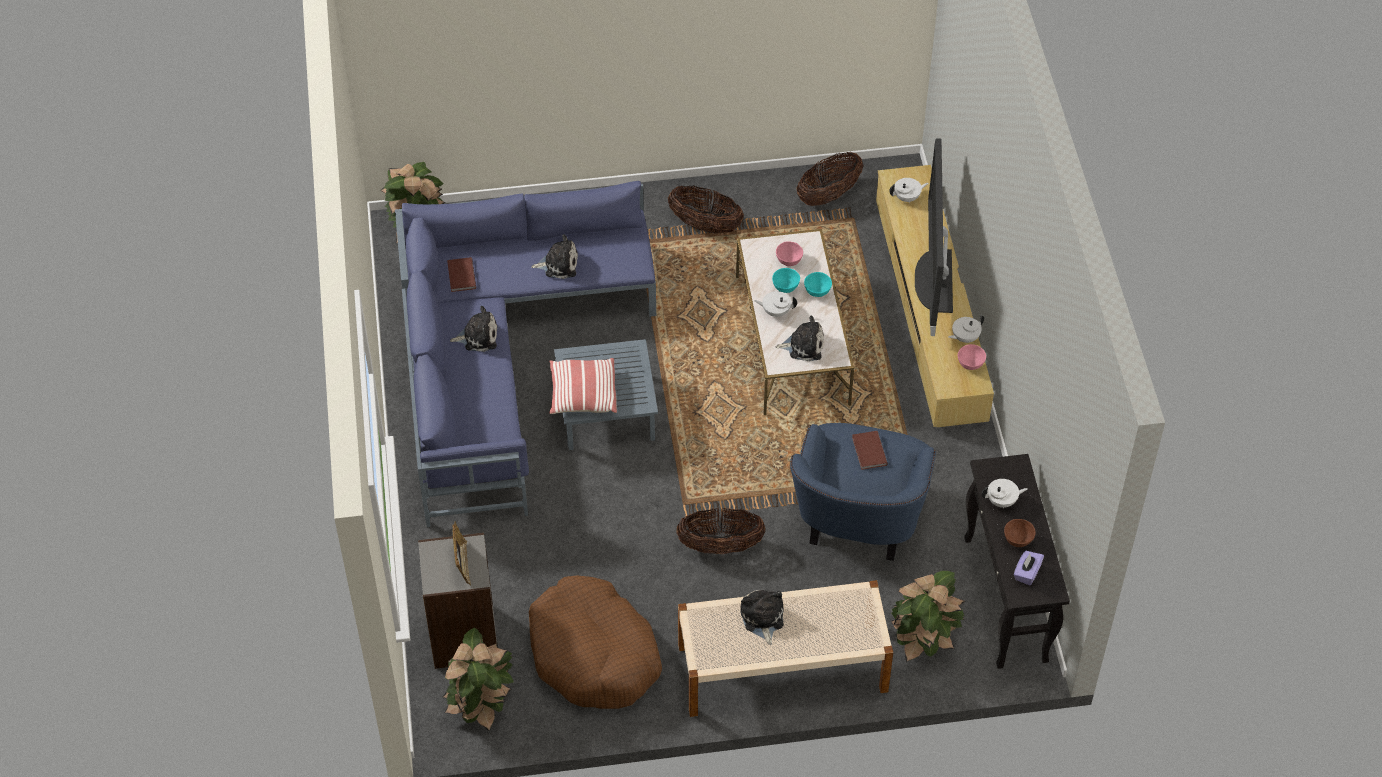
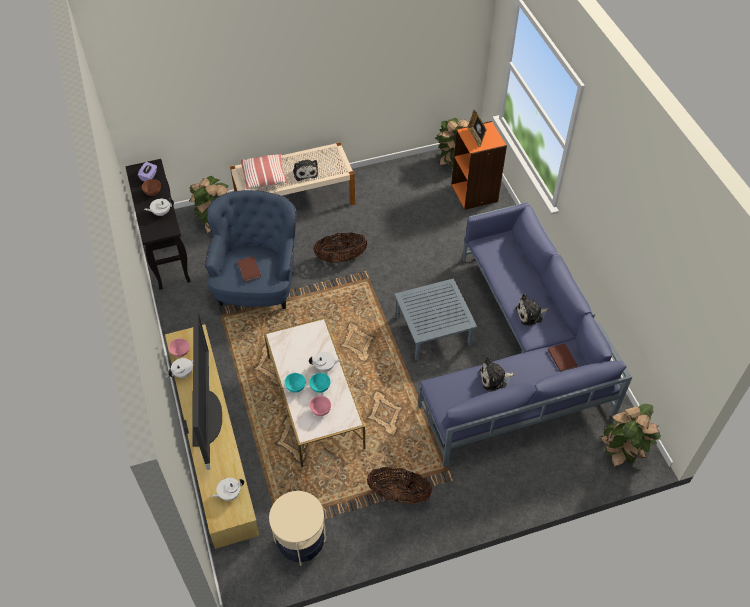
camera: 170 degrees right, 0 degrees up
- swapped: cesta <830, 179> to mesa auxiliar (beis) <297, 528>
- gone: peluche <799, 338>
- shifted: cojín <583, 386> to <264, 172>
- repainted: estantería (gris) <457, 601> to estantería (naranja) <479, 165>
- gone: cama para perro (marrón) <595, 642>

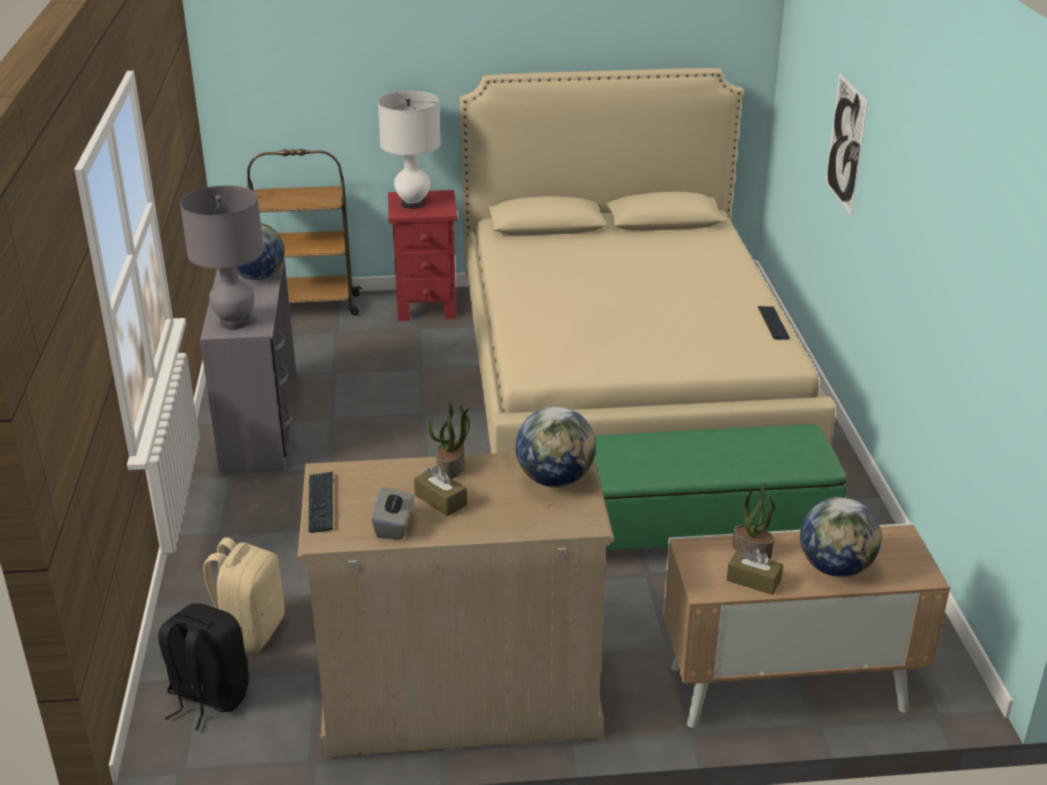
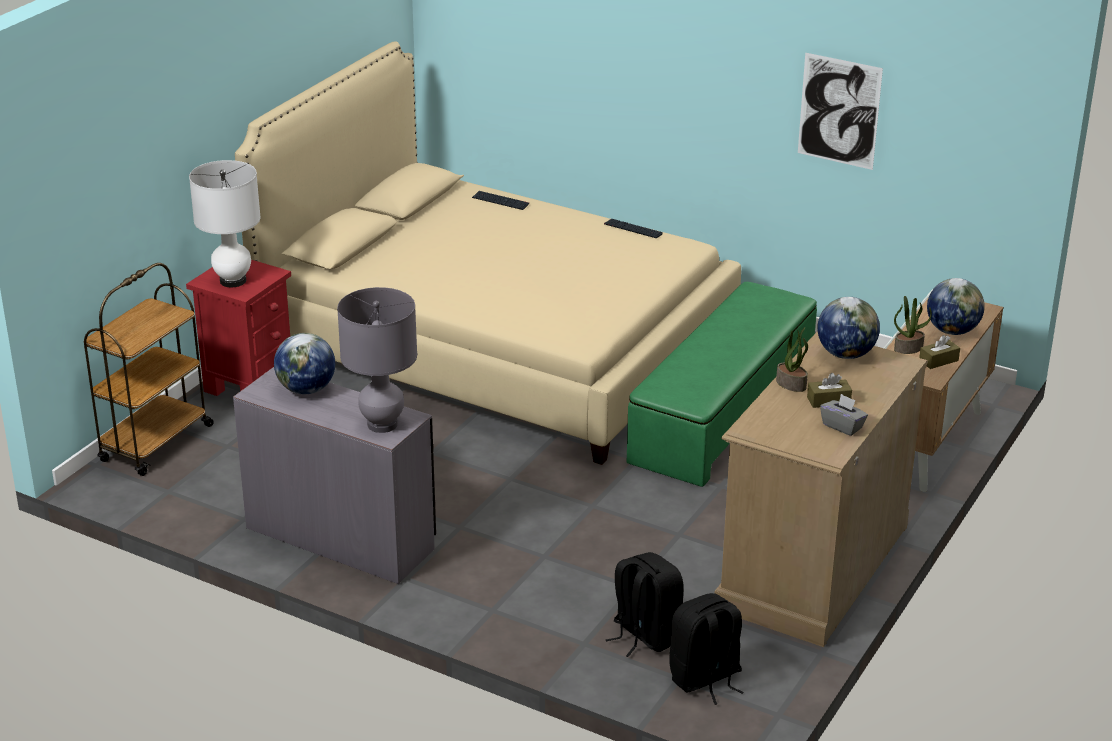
camera: 55 degrees left, 0 degrees up
- shifted: cuadro <846, 144> to <840, 111>
- shifted: teclado <321, 502> to <500, 200>
- repainted: mochila (beis) <244, 595> to mochila (negro) <644, 604>

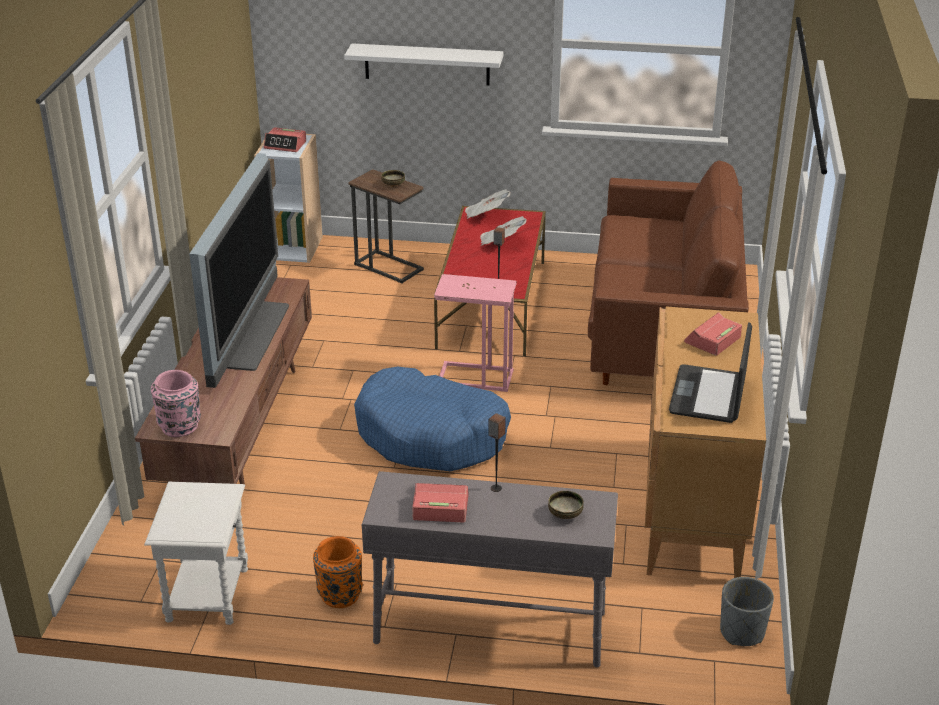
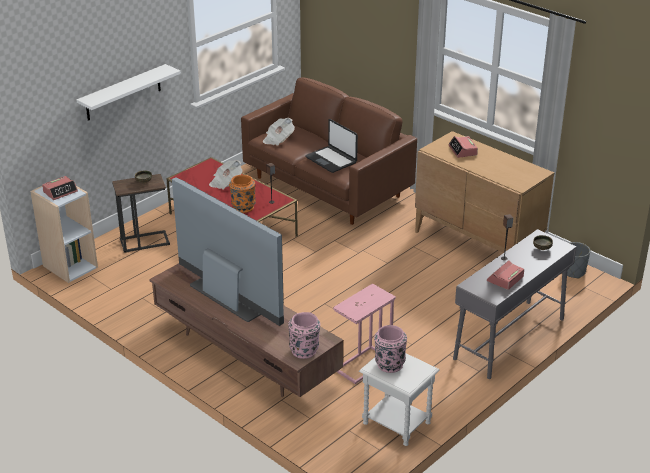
camera: 55 degrees left, 0 degrees up
- shifted: periódico <488, 204> to <279, 132>
- shifted: mesa auxiliar (rosa) <475, 333> to <364, 334>
- shifted: portátil <710, 372> to <331, 146>
- gone: cama para perro (azul) <432, 418>
- shifted: florero (naranja) <338, 572> to <242, 194>
- new: florero (rosa) <390, 349>

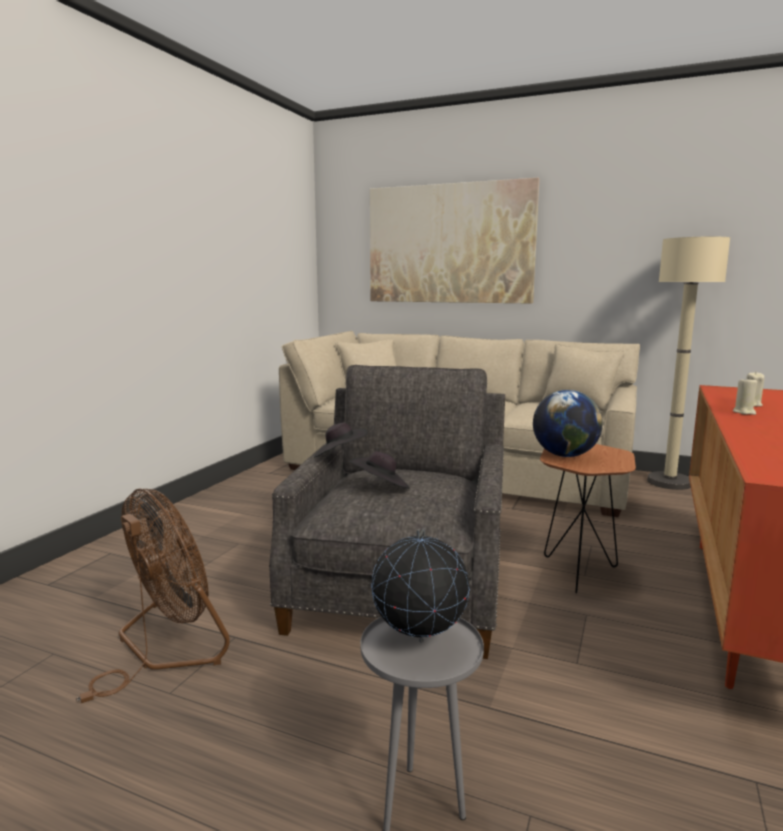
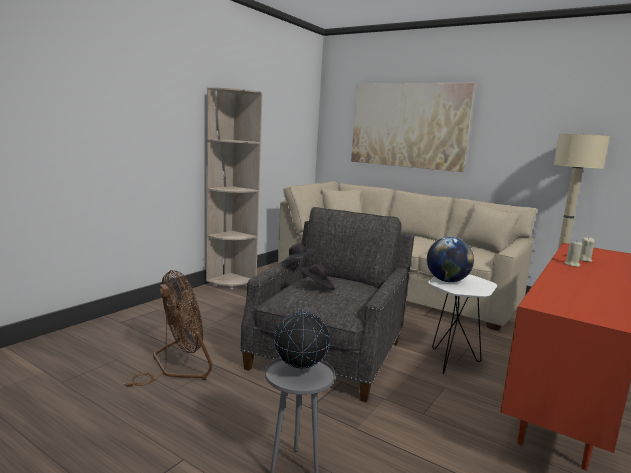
camera: 10 degrees right, 0 degrees up
- repainted: mesa auxiliar (marrón) <588, 519> to mesa auxiliar (blanco) <462, 324>
- new: estantería (beis) <234, 188>

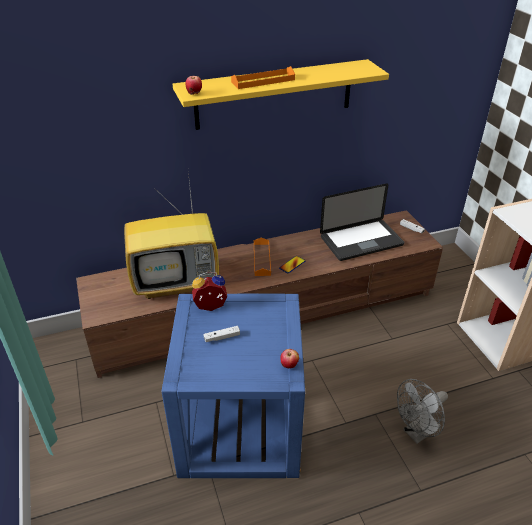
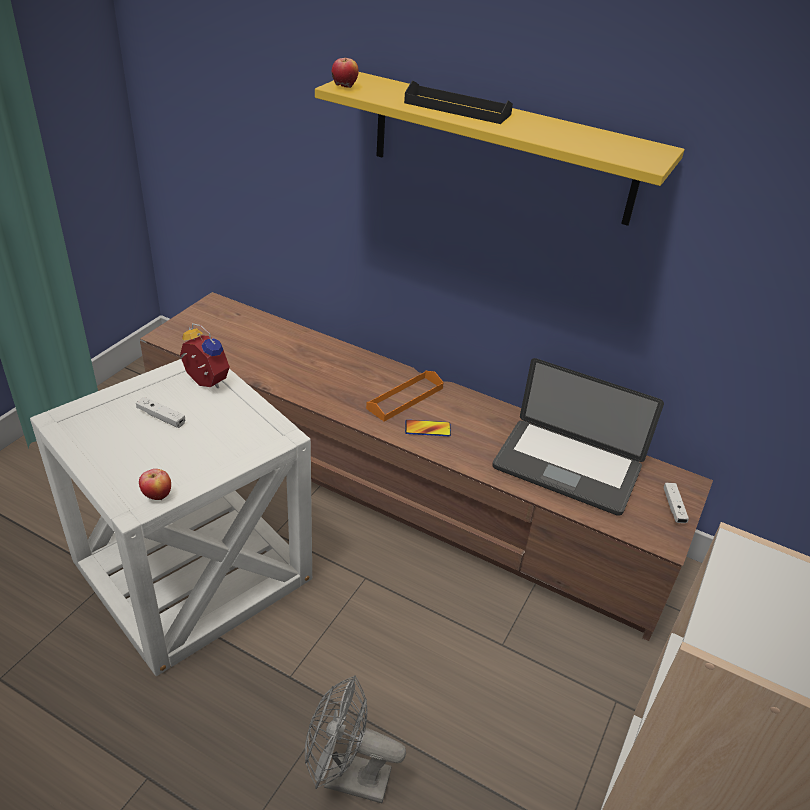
camera: 45 degrees right, 0 degrees up
- repainted: bandeja (naranja) <263, 77> to bandeja (negro) <458, 102>
- gone: televisor <171, 235>
- repainted: mesa auxiliar (azul) <233, 386> to mesa auxiliar (blanco) <171, 517>

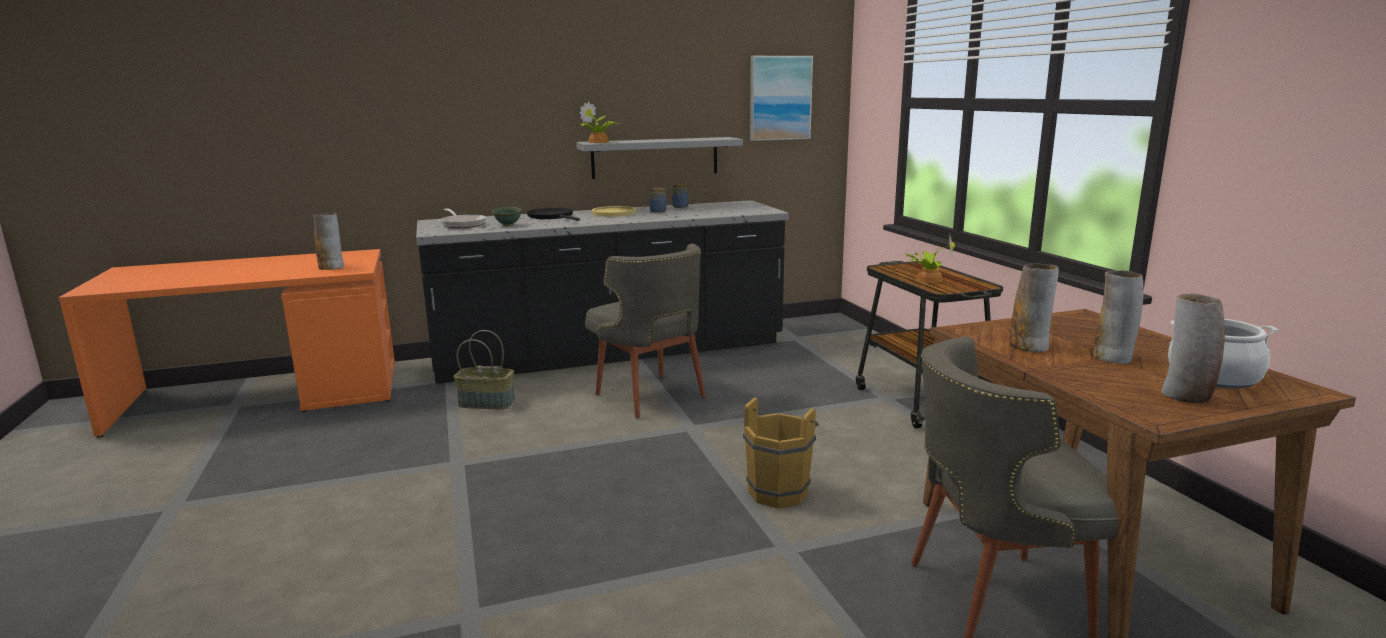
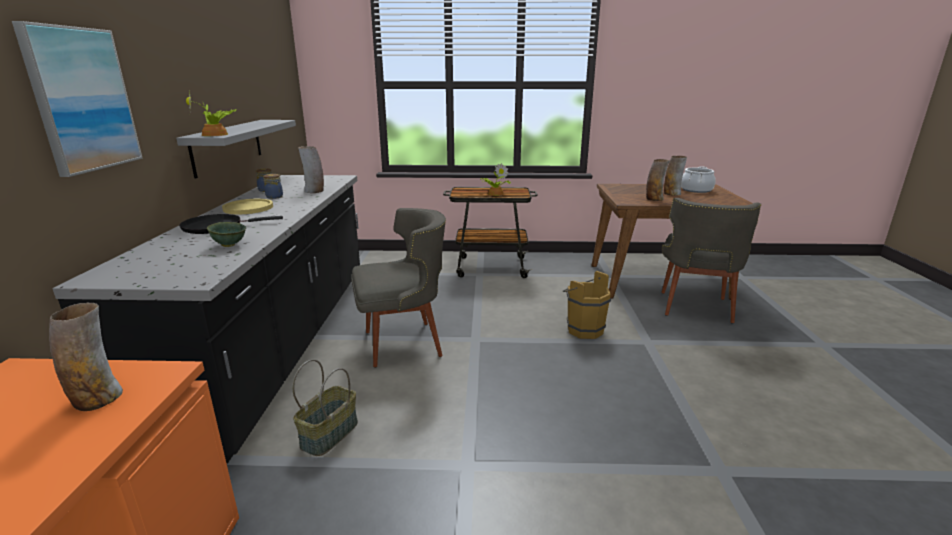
camera: 70 degrees left, 5 degrees up
- shifted: cuadro <781, 98> to <77, 99>
- gone: sartén <463, 218>
- shifted: florero <1193, 348> to <311, 169>

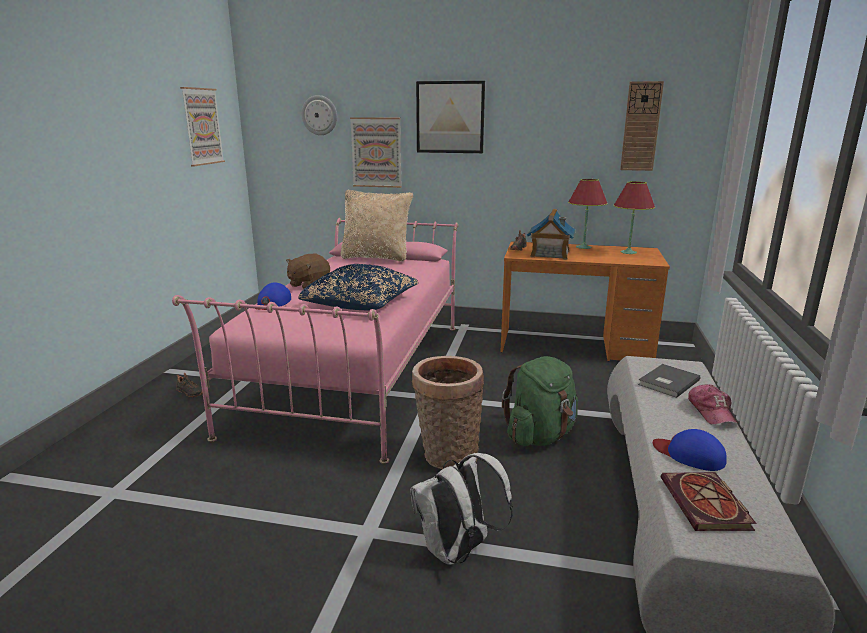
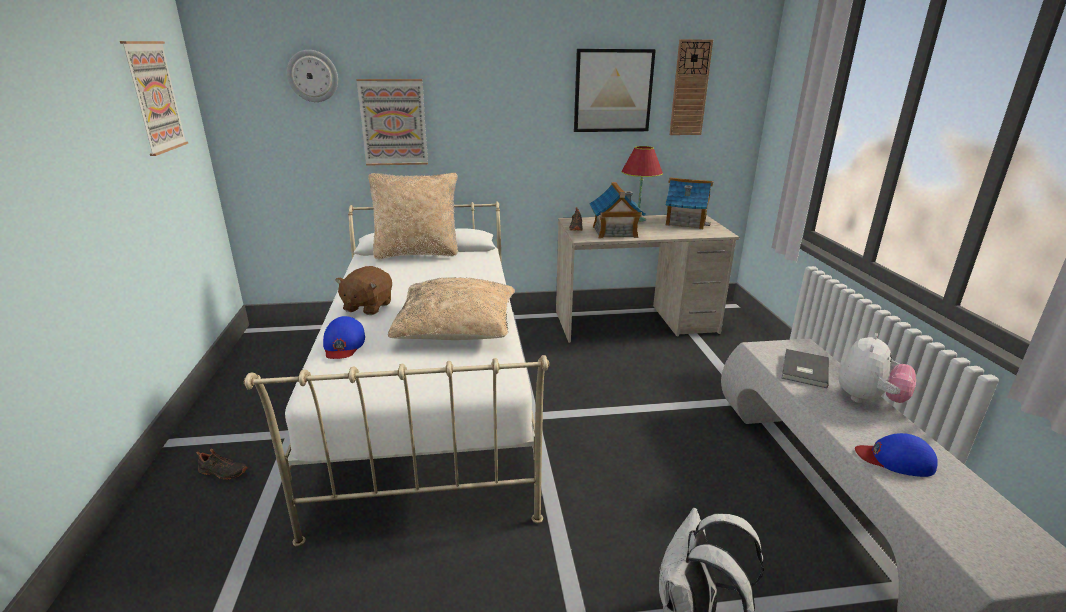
camera: 20 degrees left, 5 degrees up
- shifted: cuadro <450, 117> to <615, 90>
- swapped: lámpara de mesa (rojo) <634, 217> to casita <689, 203>
- repainted: cama (rosa) <315, 341> to cama (blanco) <396, 374>
- repainted: escritorio (naranja) <585, 301> to escritorio (beis) <647, 279>
- repainted: cojín (azul) <358, 287> to cojín (beis) <451, 308>
- gone: cesta <448, 412>
- gone: mochila (verde) <540, 401>
- swapped: gorra <713, 404> to peluche <877, 368>
- gone: libro <708, 501>

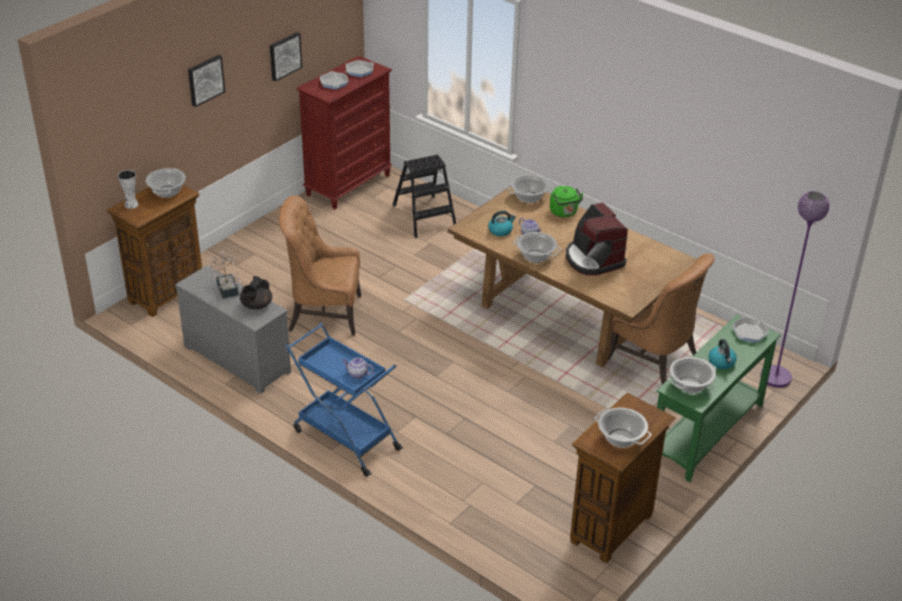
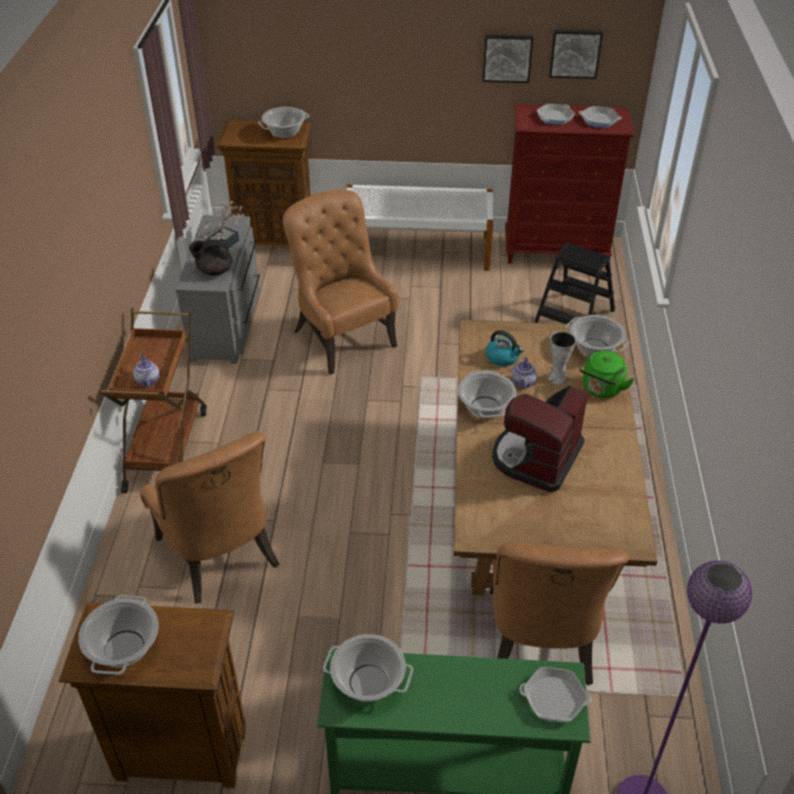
camera: 55 degrees right, 5 degrees up
- shifted: cuadro <206, 81> to <576, 54>
- shifted: florero <128, 189> to <562, 357>
- repainted: carrito (azul) <344, 399> to carrito (marrón) <152, 400>
- gone: hervidor <723, 354>
- new: banco (blanco) <419, 227>
- new: silla (marrón) <209, 518>

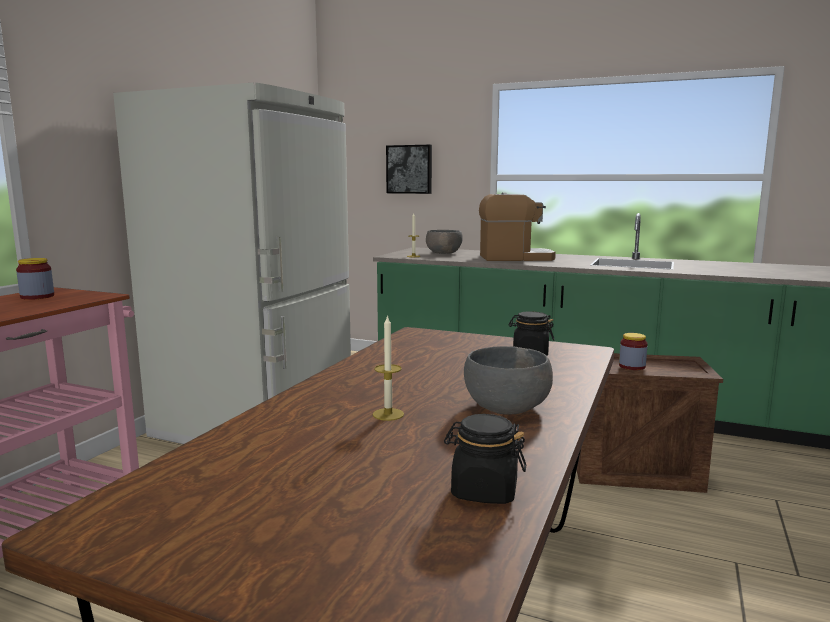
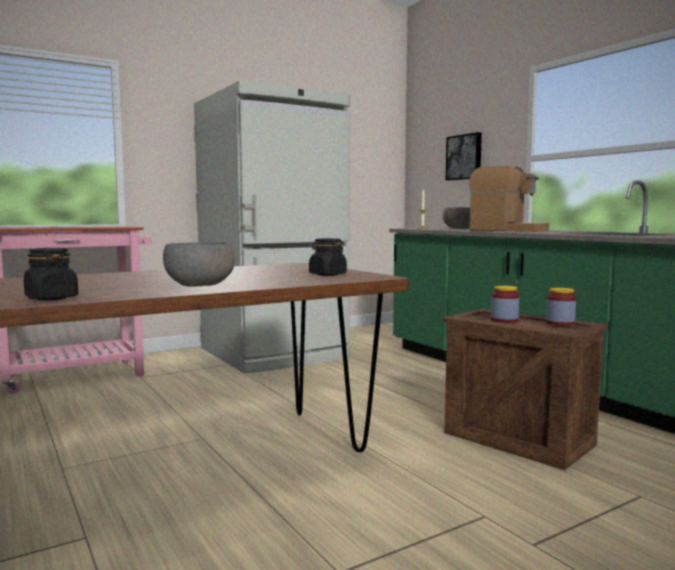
camera: 35 degrees right, 5 degrees down
- shifted: tarro <35, 279> to <561, 306>
- gone: vela <388, 368>

